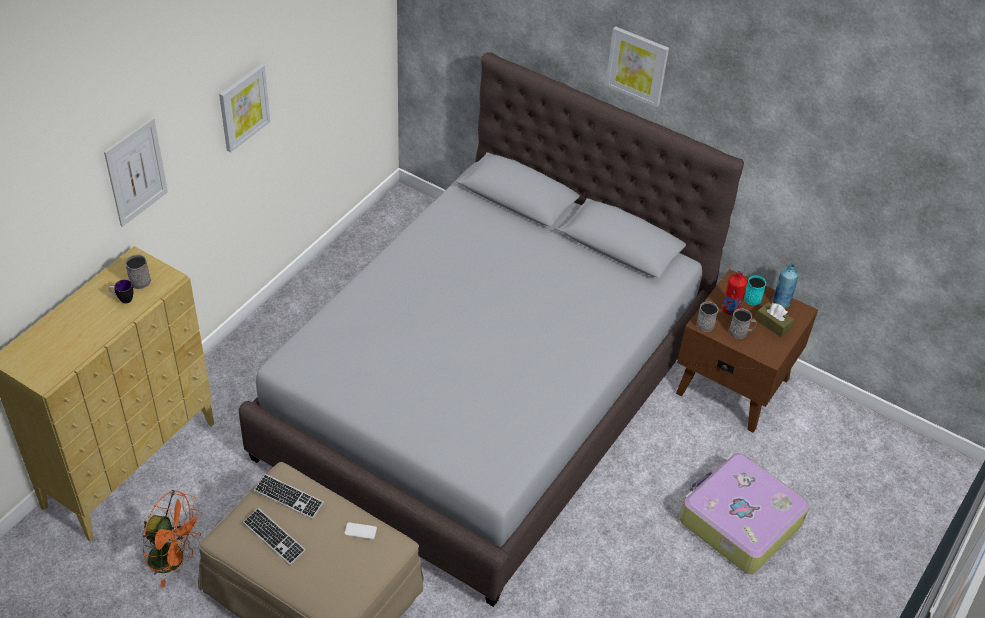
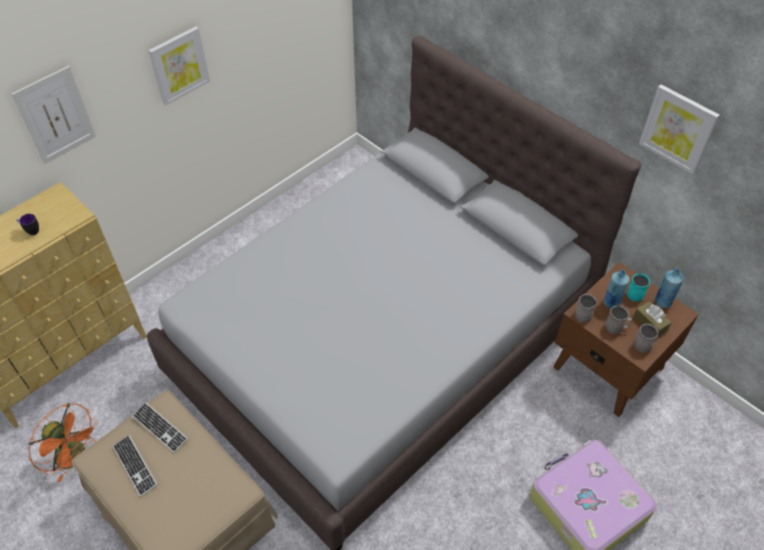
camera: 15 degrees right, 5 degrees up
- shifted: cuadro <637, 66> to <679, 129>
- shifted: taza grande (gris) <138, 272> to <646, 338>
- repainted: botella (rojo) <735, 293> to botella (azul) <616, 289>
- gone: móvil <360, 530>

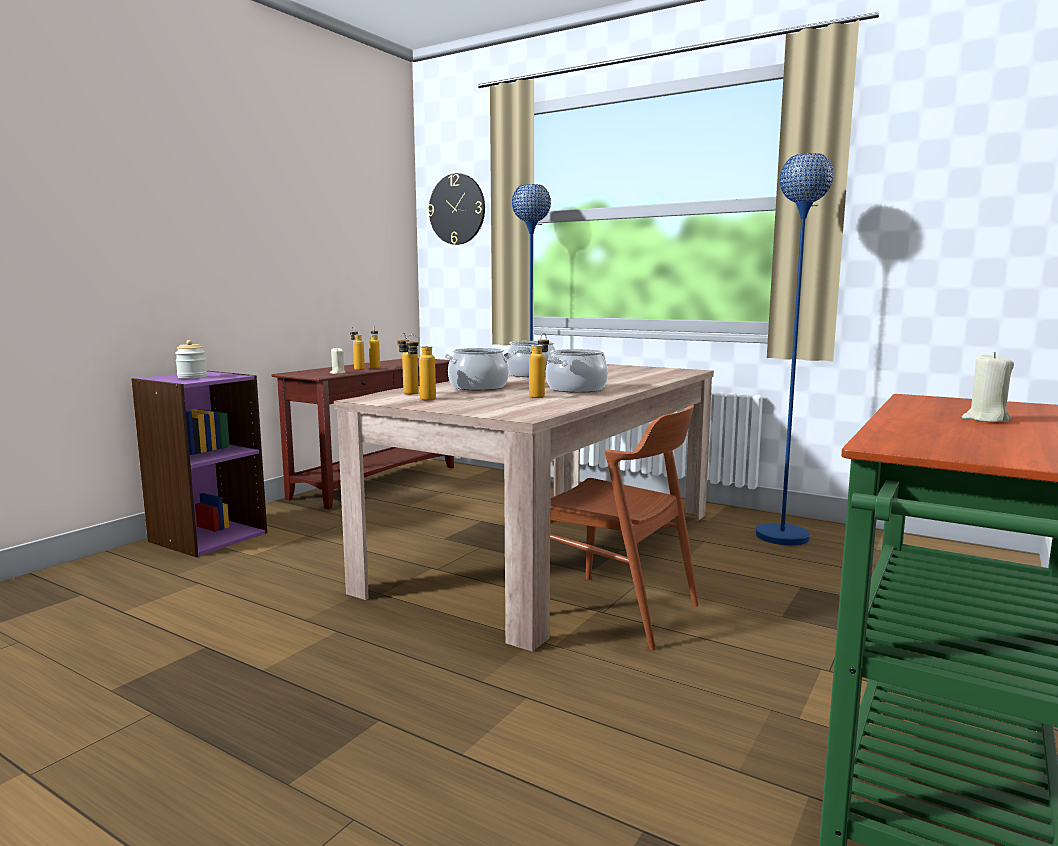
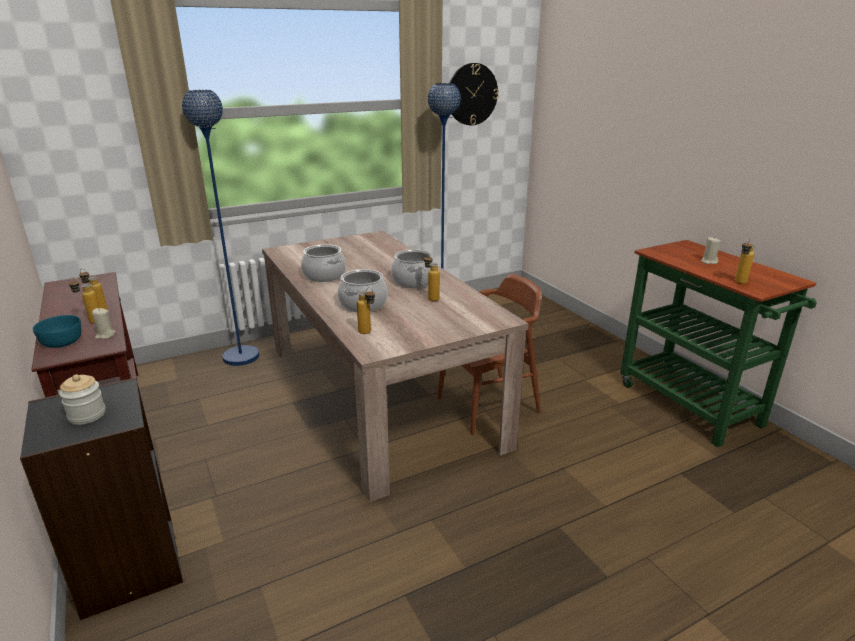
camera: 60 degrees left, 15 degrees up
- shifted: reloj de pared <456, 209> to <474, 94>
- shifted: botella <421, 367> to <745, 261>
- repainted: estantería (morado) <199, 464> to estantería (negro) <101, 499>
- new: cuenco (turquesa) <57, 331>

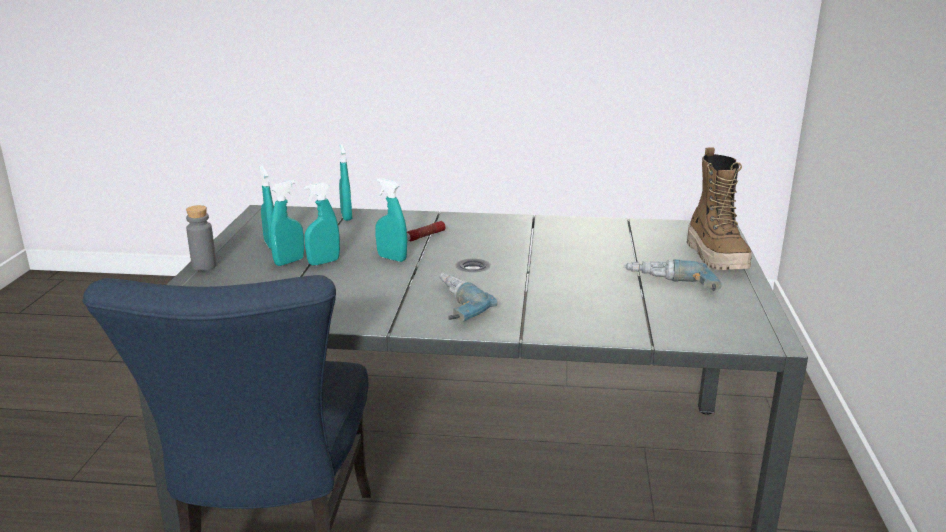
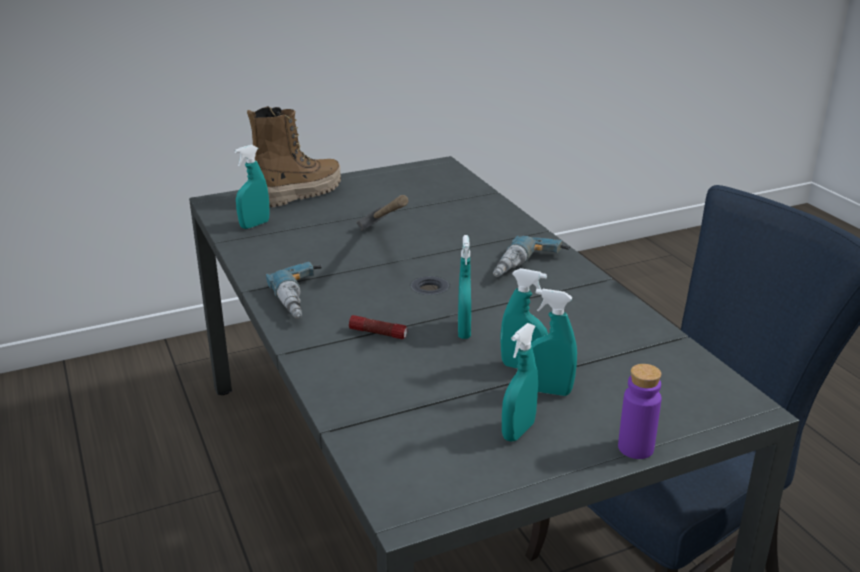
camera: 120 degrees left, 5 degrees up
- shifted: pulverizador (turquesa) <345, 182> to <251, 187>
- repainted: botella (gris) <201, 238> to botella (morado) <639, 411>
- shifted: taladro <673, 275> to <294, 290>
- new: martillo <383, 213>

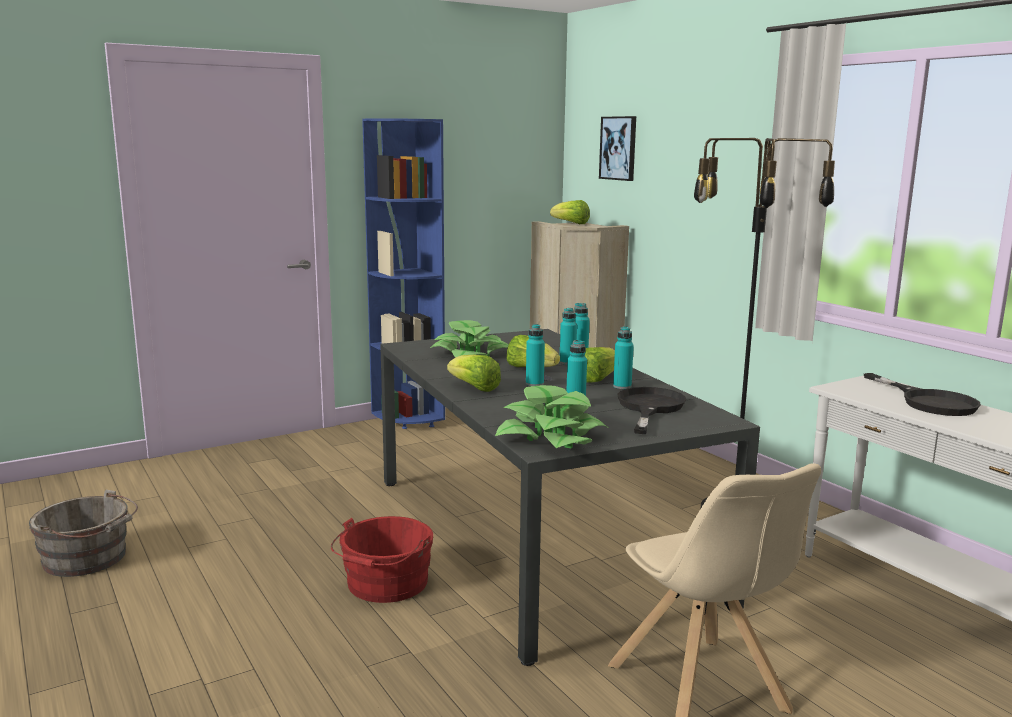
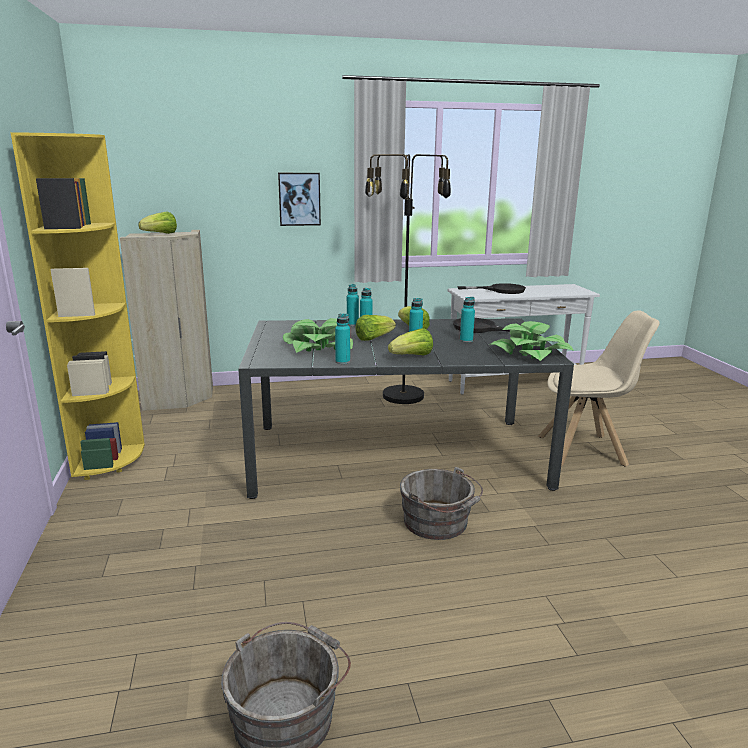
camera: 70 degrees left, 5 degrees up
- shifted: cuadro <617, 148> to <299, 199>
- repainted: estantería (azul) <403, 273> to estantería (amarillo) <77, 306>
- shifted: botella (turquesa) <623, 357> to <342, 338>
- repainted: cubo (rojo) <382, 559> to cubo (gris) <441, 503>

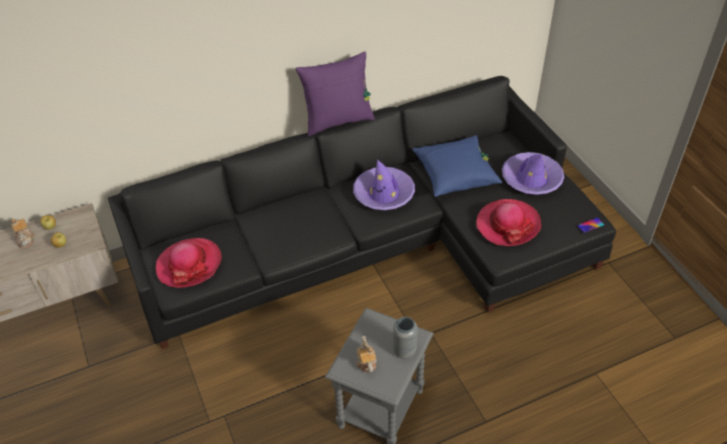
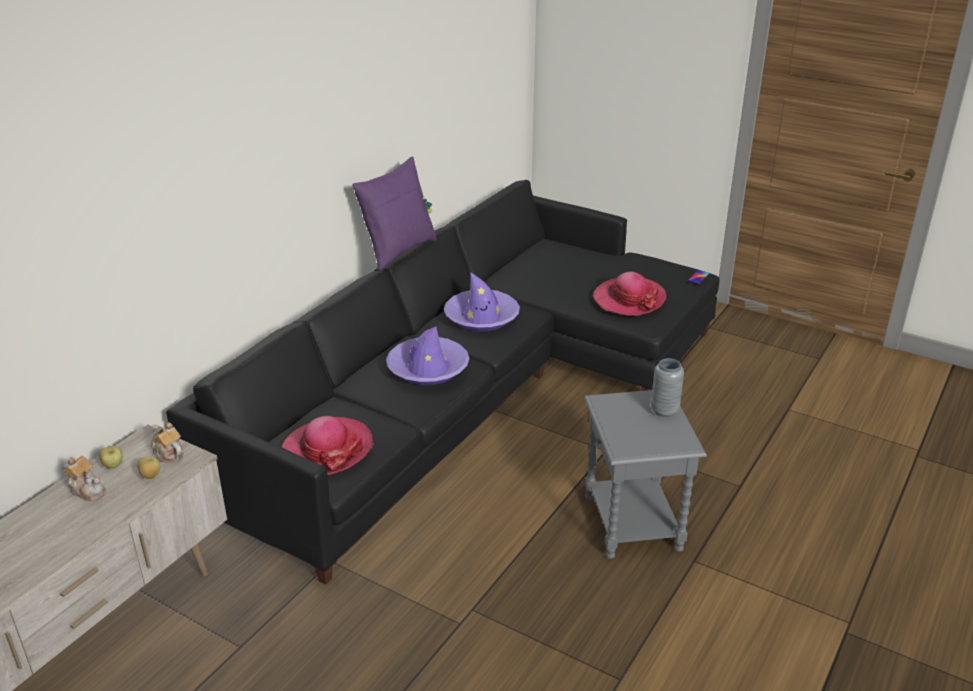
camera: 35 degrees left, 15 degrees down
- gone: cojín (azul) <457, 166>
- shifted: sombrero (morado) <533, 173> to <428, 356>
- shifted: tetera <366, 354> to <167, 442>

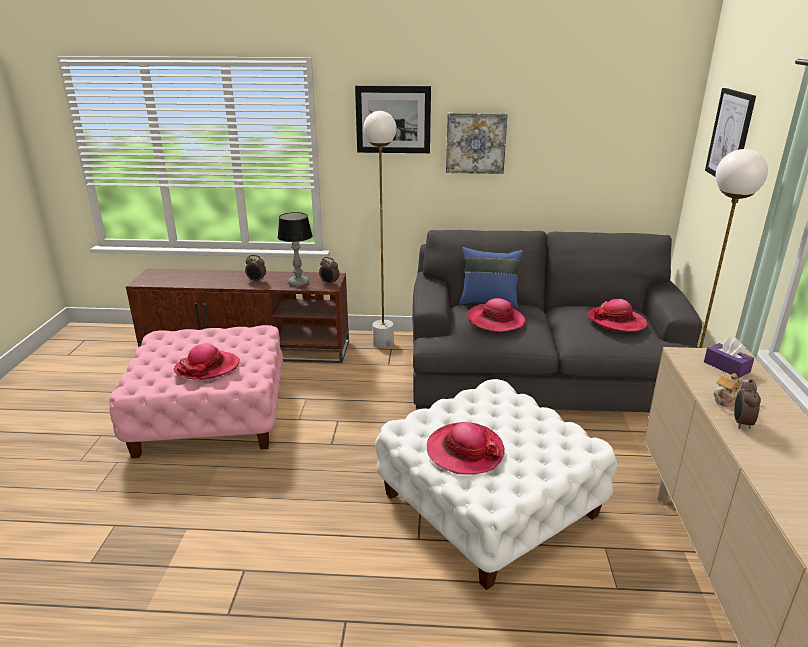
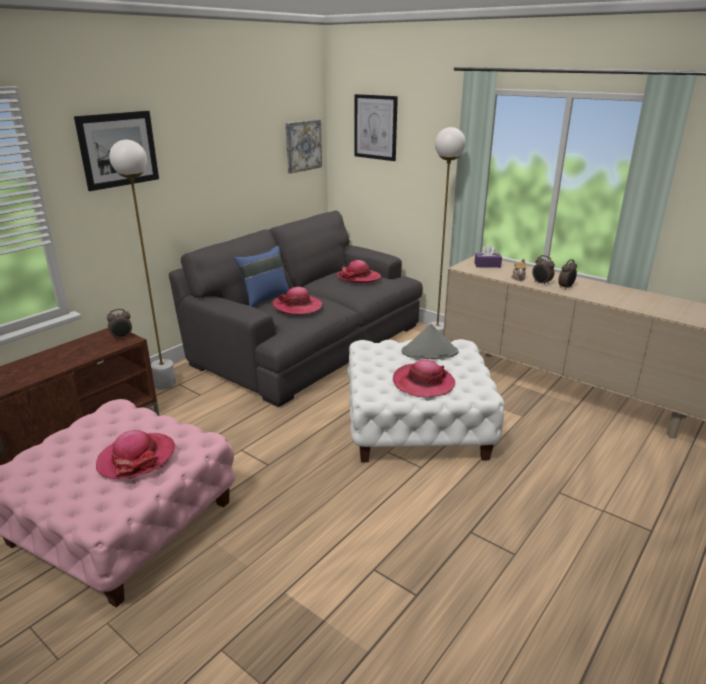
camera: 55 degrees left, 0 degrees up
- shifted: cuadro <477, 143> to <304, 146>
- gone: lámpara de mesa <295, 249>
- shifted: despertador <255, 268> to <567, 274>
- new: sombrero (gris) <430, 341>

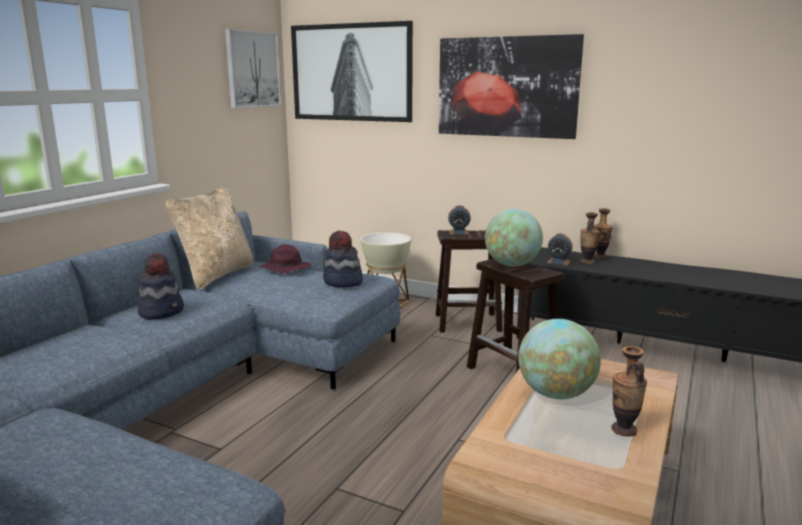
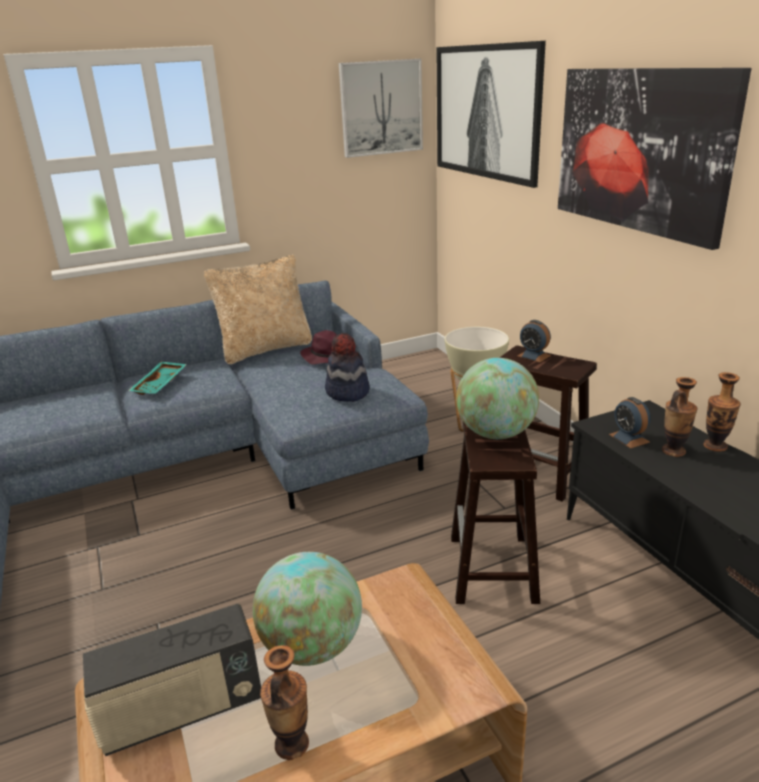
camera: 40 degrees right, 10 degrees up
- swapped: sombrero <161, 286> to bandeja (turquesa) <157, 378>
- new: radio <172, 680>

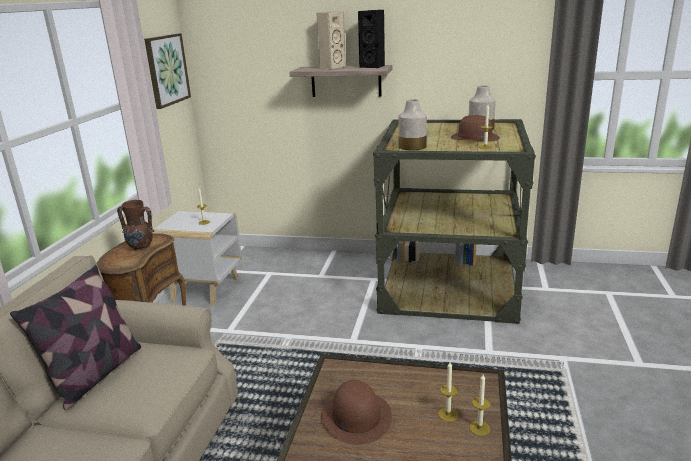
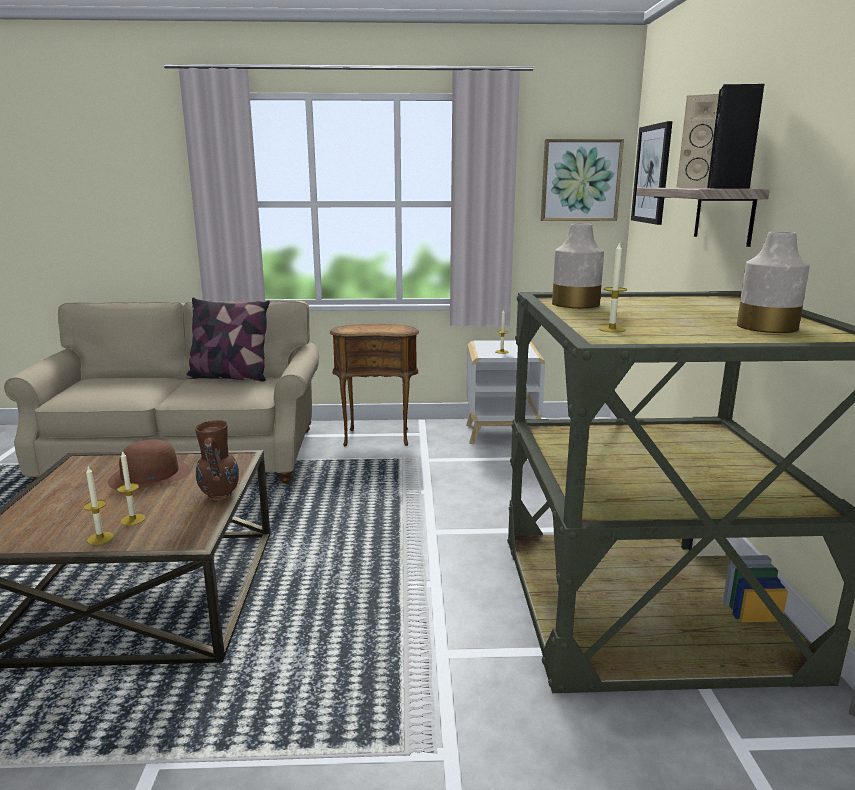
camera: 75 degrees right, 5 degrees down
- gone: sombrero (marrón) <475, 128>
- shifted: florero (marrón) <135, 225> to <217, 460>
- new: cuadro <652, 173>

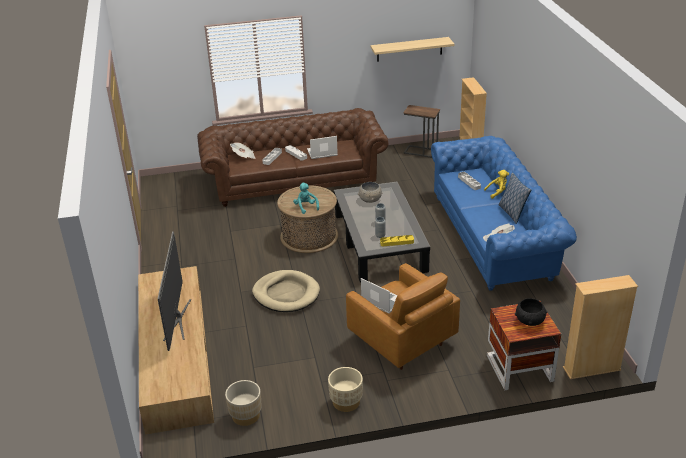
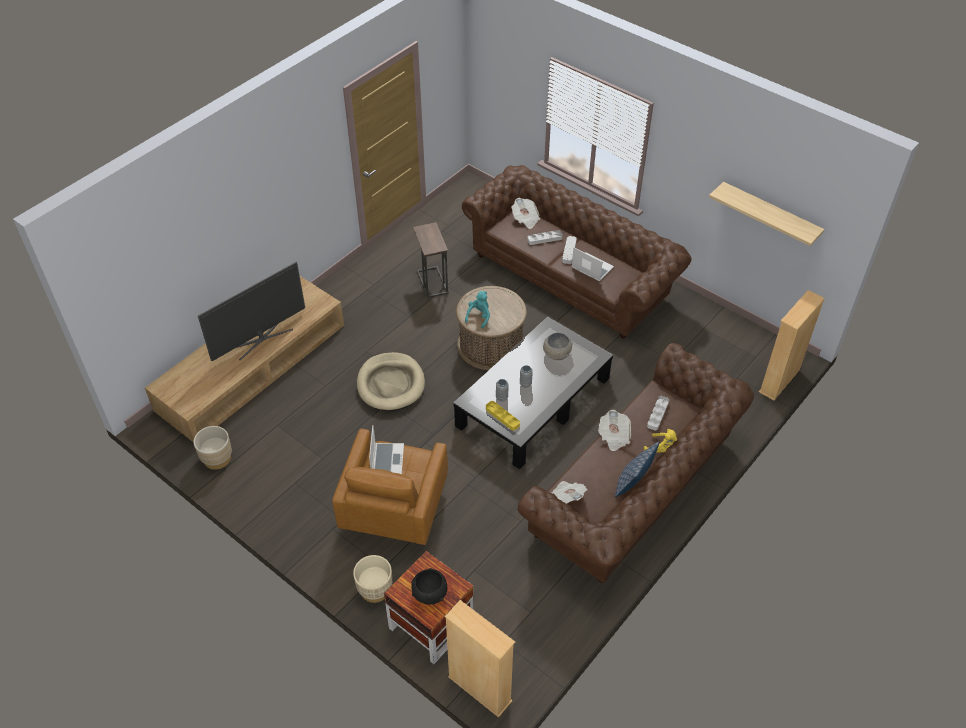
camera: 50 degrees right, 15 degrees up
- shifted: mesa auxiliar (marrón) <421, 131> to <430, 260>
- repainted: sofá (azul) <504, 213> to sofá (marrón) <635, 463>
- shifted: maceta (beis) <345, 389> to <372, 579>
- new: periódico <614, 430>

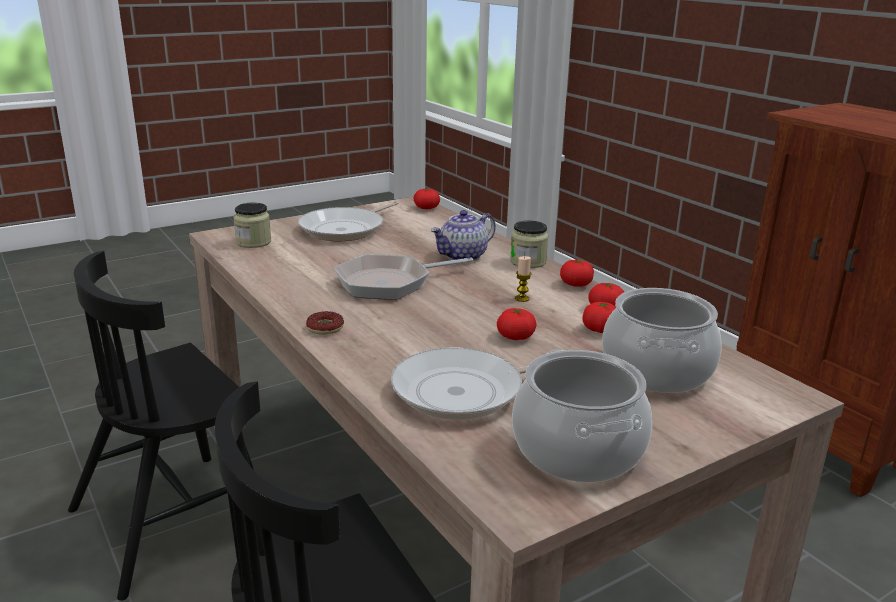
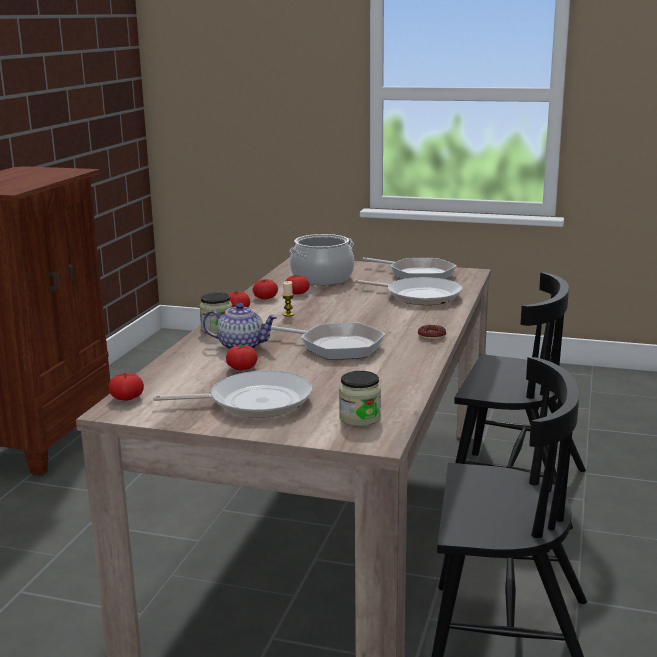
camera: 130 degrees left, 5 degrees down
- shifted: tomate <516, 324> to <242, 357>
- swapped: olla <582, 416> to sartén <409, 268>

